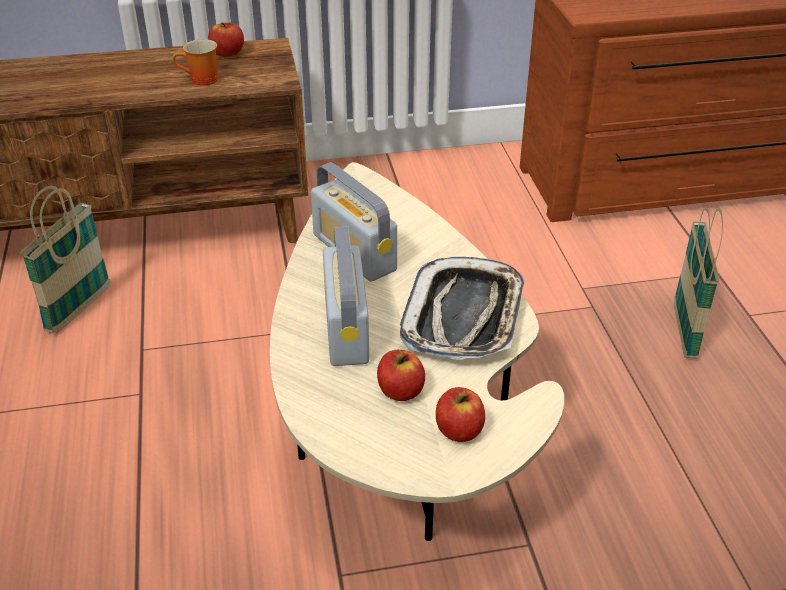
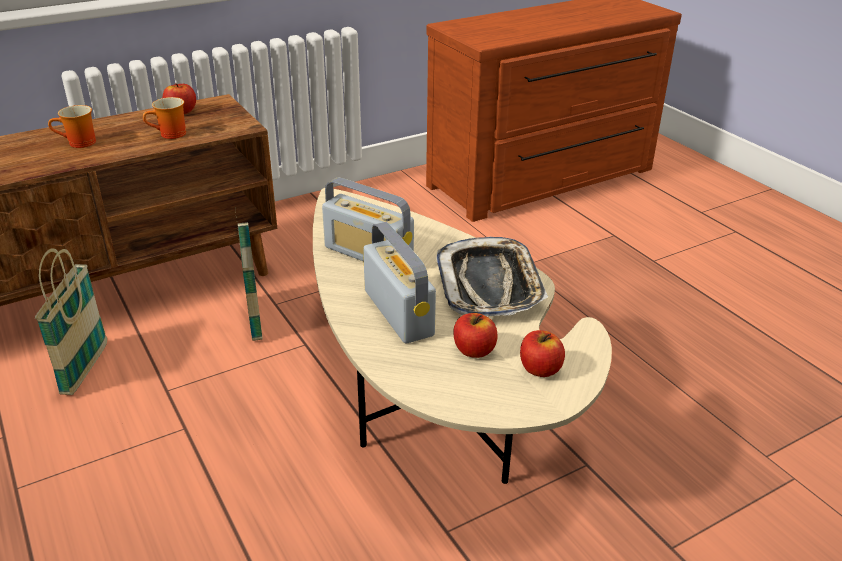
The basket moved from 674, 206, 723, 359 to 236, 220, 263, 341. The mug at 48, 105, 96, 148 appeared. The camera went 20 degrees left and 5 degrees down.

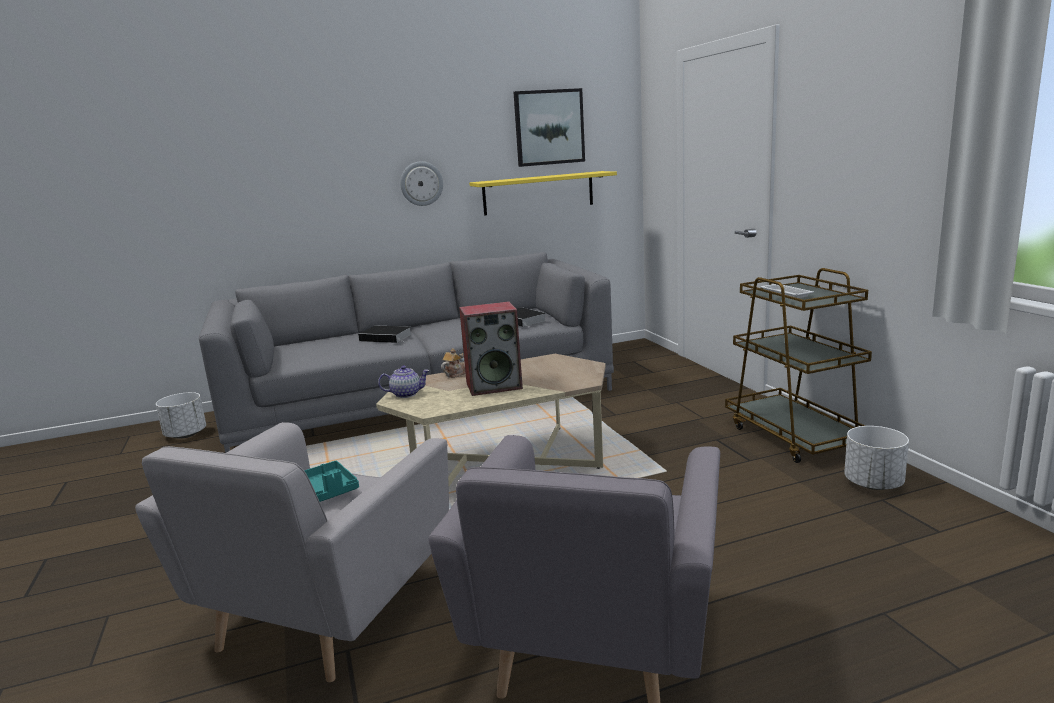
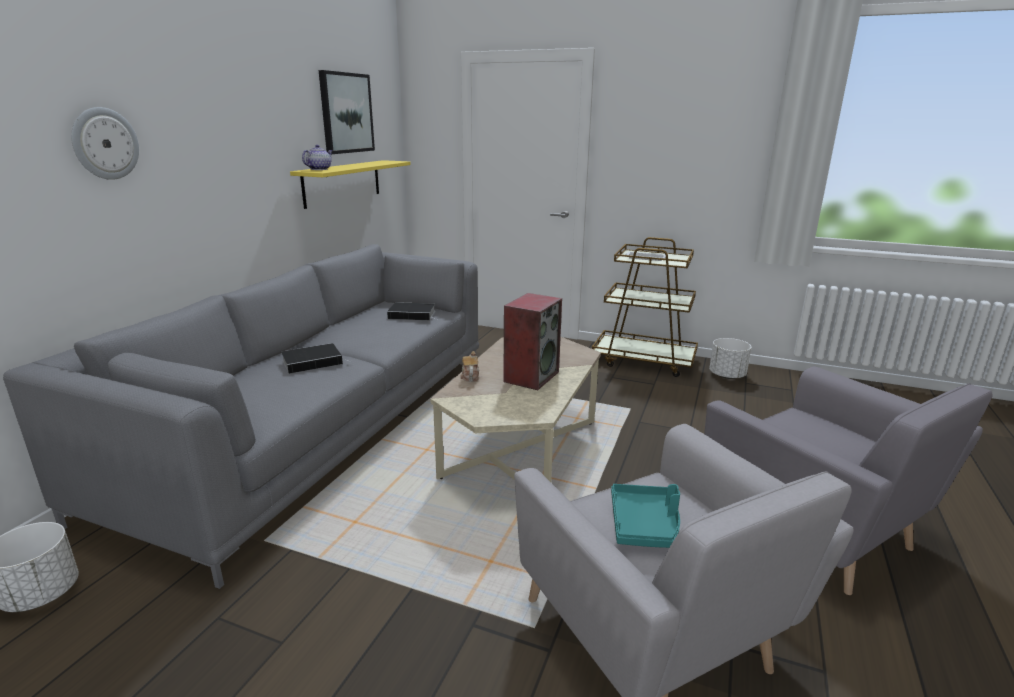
The teapot moved from 378, 365, 430, 398 to 302, 145, 333, 170. The wall clock moved from 400, 161, 443, 206 to 71, 107, 139, 180. The camera went 50 degrees left and 5 degrees up.

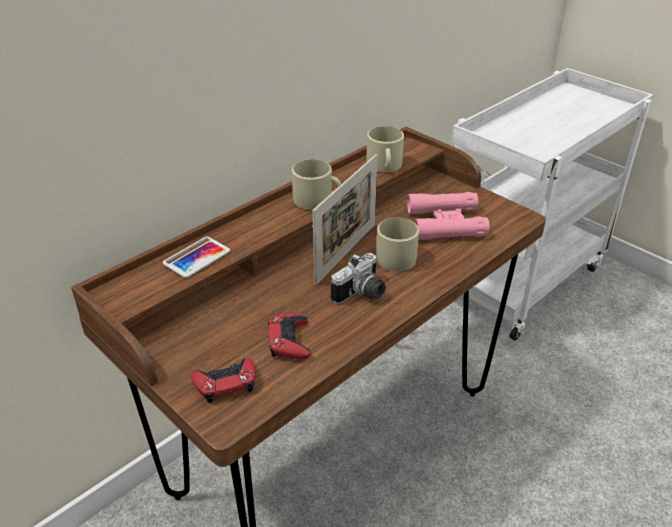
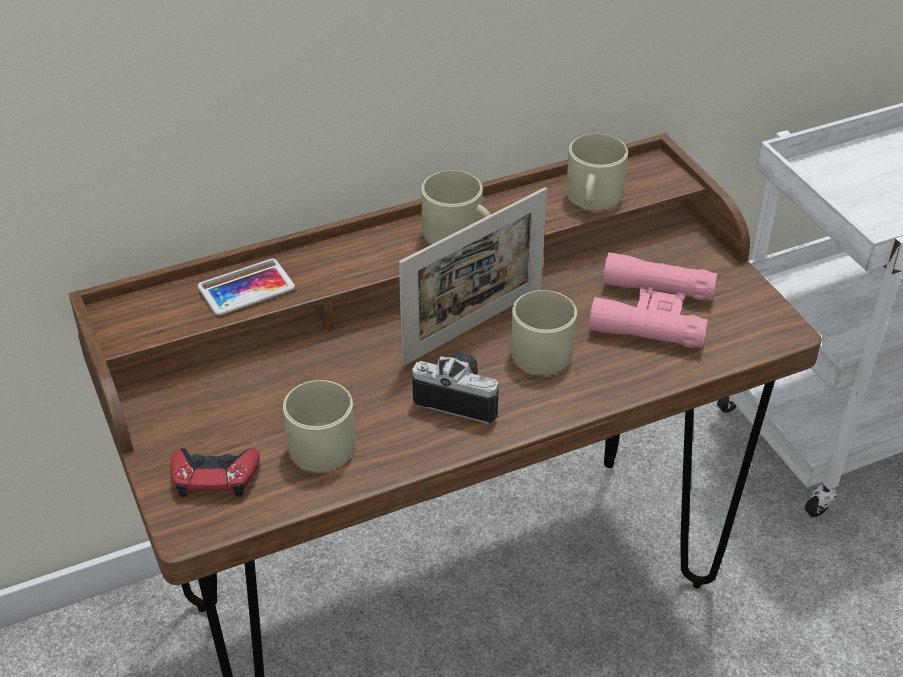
The game controller in red at 268, 313, 311, 360 was replaced by the mug in beige at 283, 380, 355, 471. The photo camera at 331, 253, 385, 304 turned 135 degrees counterclockwise. The camera went 20 degrees right and 5 degrees up.

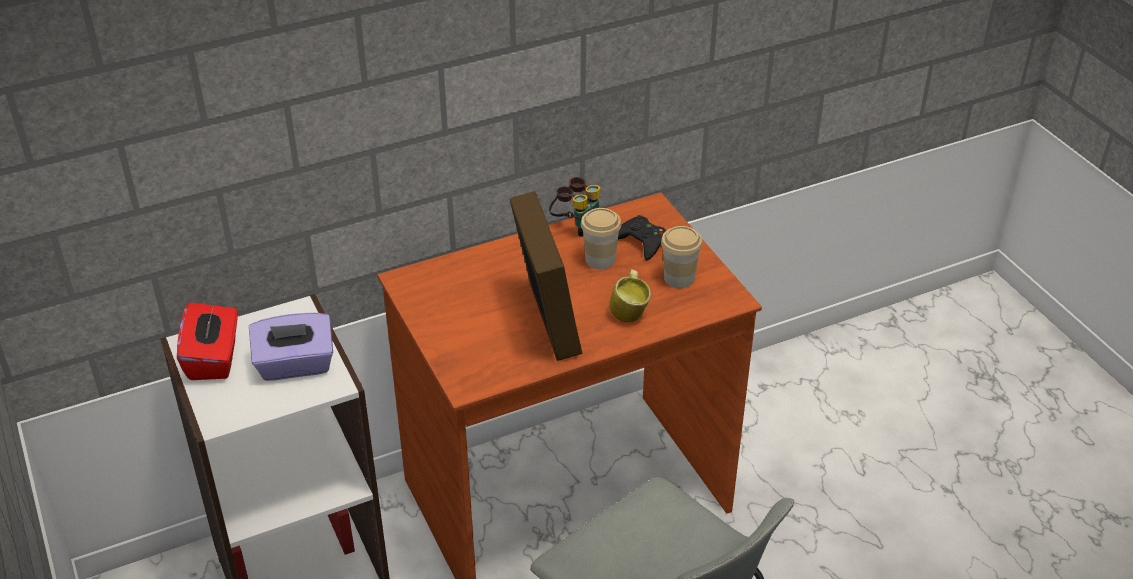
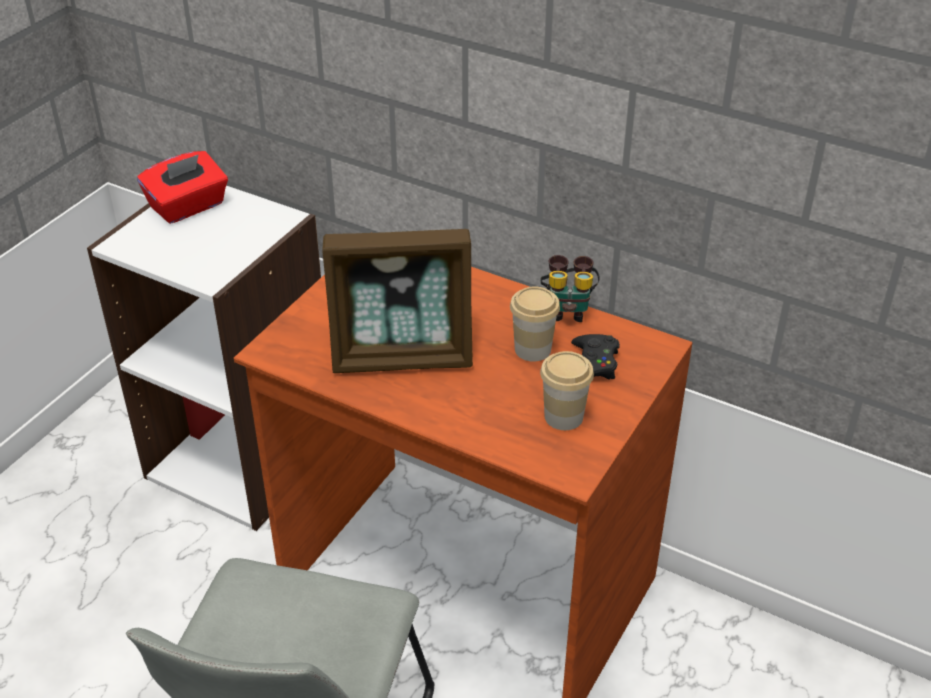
The tissue box in purple at 249, 313, 333, 381 disappeared. The picture frame at 510, 191, 582, 361 turned 45 degrees clockwise. The mug at 609, 269, 651, 322 disappeared. The camera went 55 degrees right and 0 degrees up.

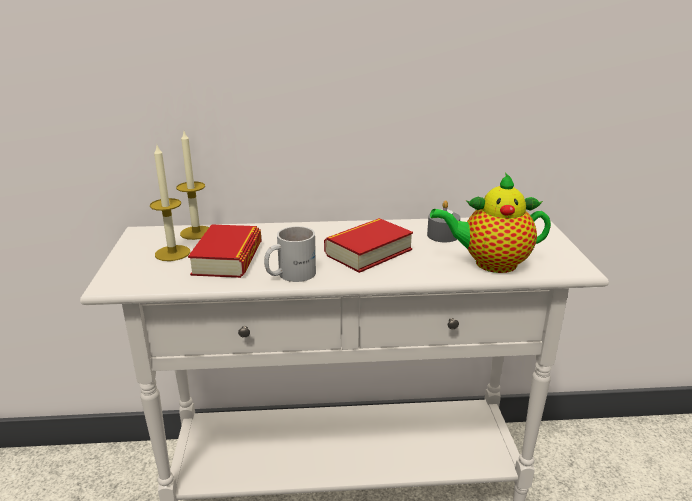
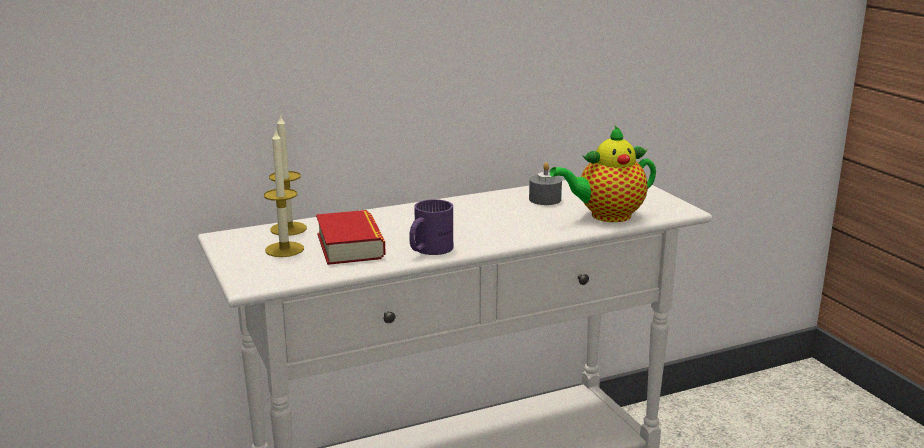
The mug in white at 264, 226, 316, 282 became the mug in purple at 409, 199, 453, 255. The book at 324, 218, 413, 273 disappeared. The camera went 20 degrees left and 5 degrees down.

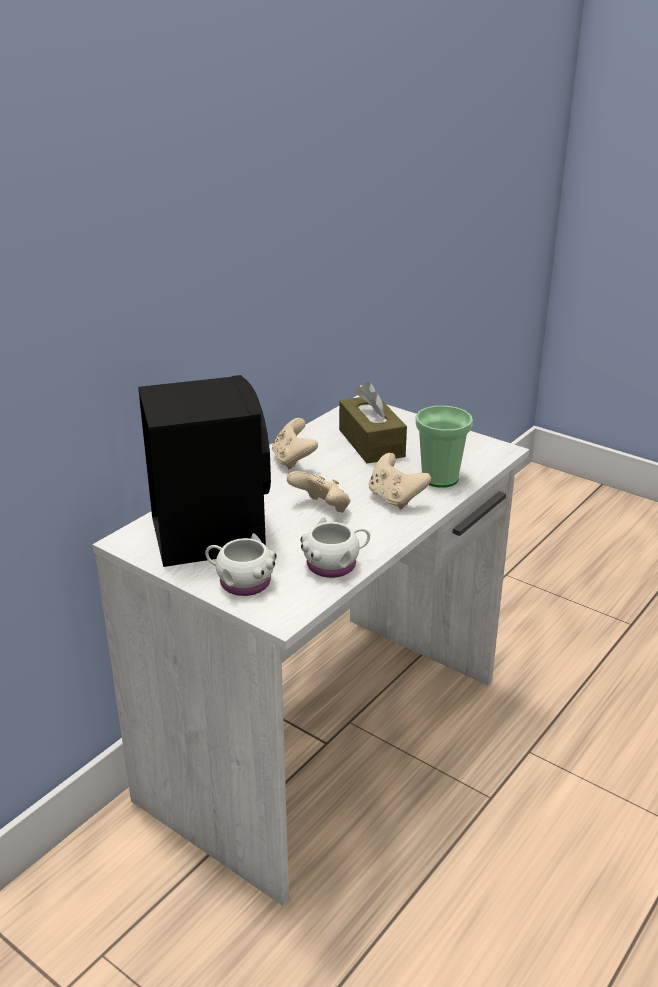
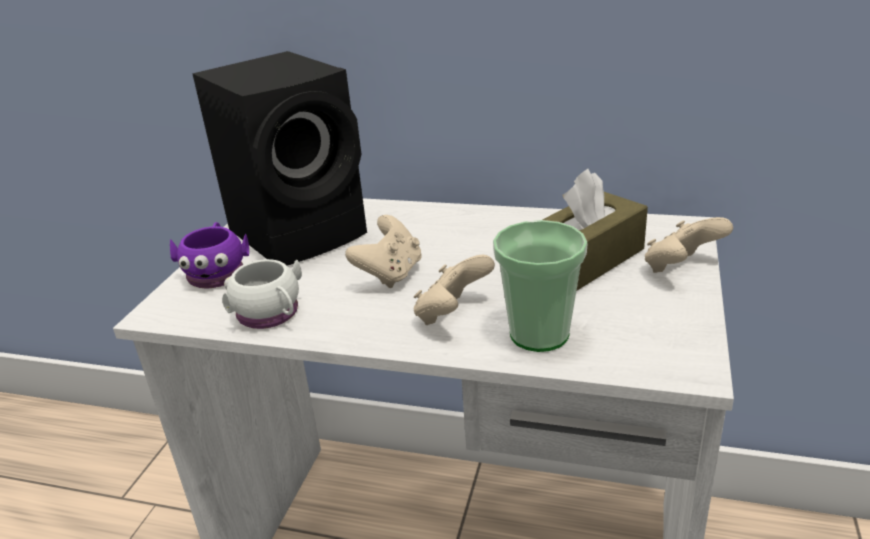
The mug in white at 205, 533, 277, 596 became the mug in purple at 170, 222, 249, 288. The game controller in beige moved from 272, 418, 318, 470 to 645, 217, 733, 273. The camera went 70 degrees right and 0 degrees up.

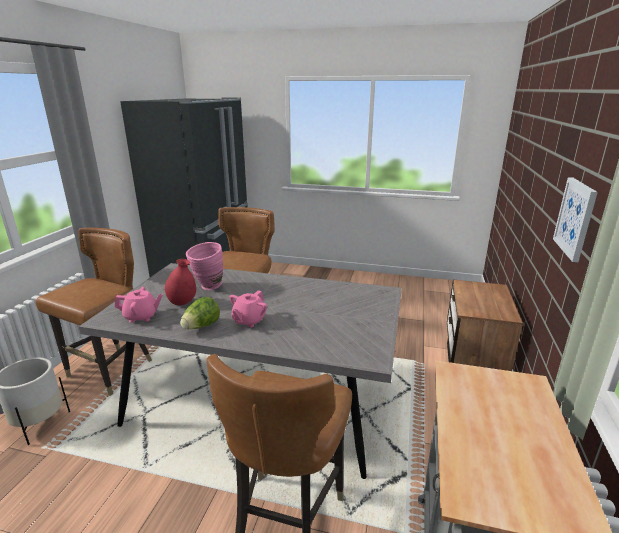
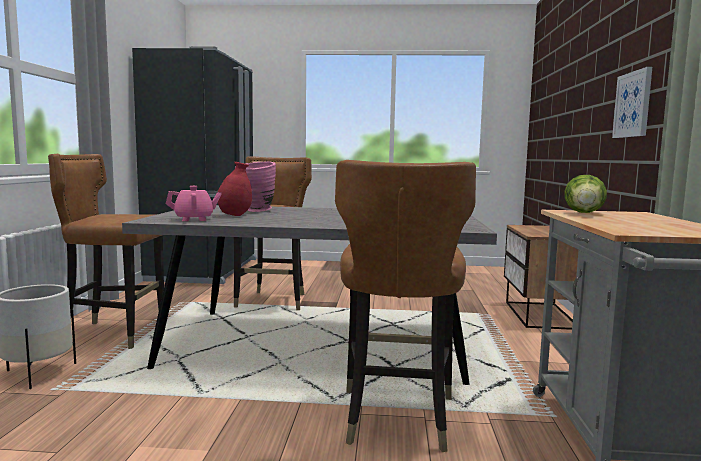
The chair in brown at 36, 228, 152, 396 turned 105 degrees counterclockwise. The lettuce moved from 180, 297, 220, 329 to 564, 175, 607, 213. The teapot in pink at 229, 290, 267, 328 disappeared. The camera went 10 degrees left and 15 degrees down.

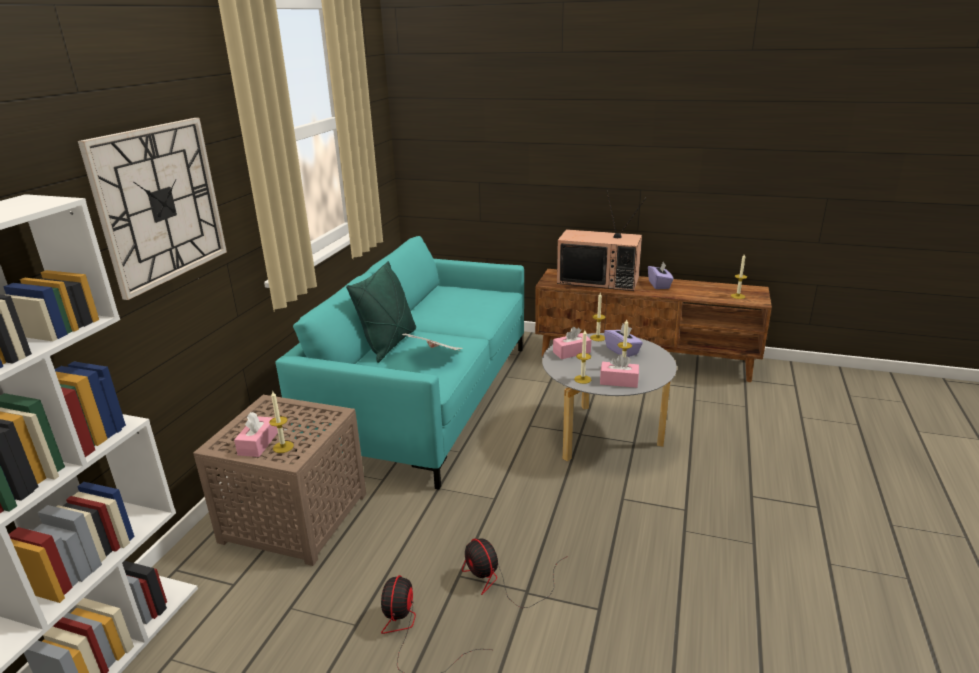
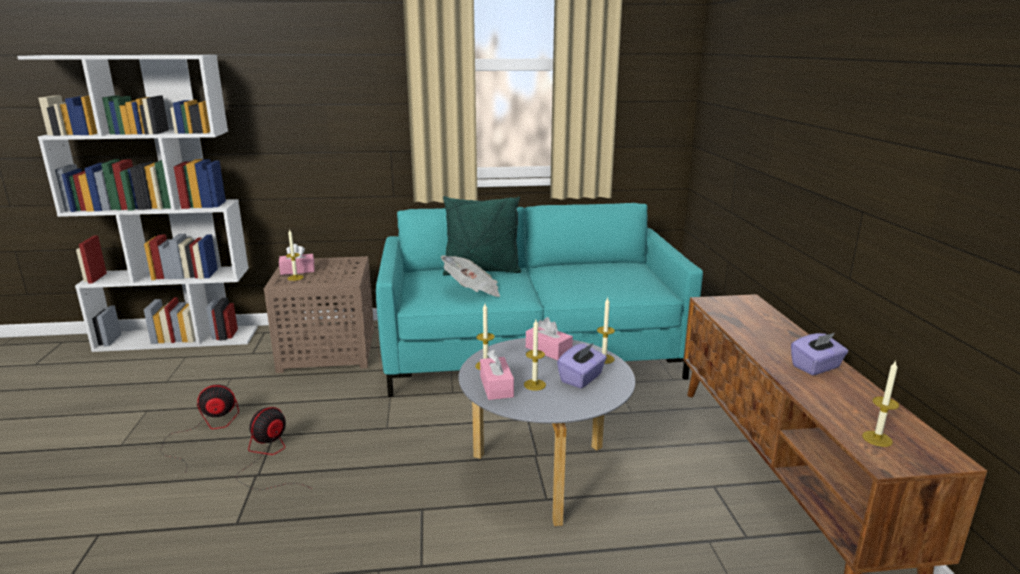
The wall clock at 78, 118, 227, 300 disappeared. The television at 557, 190, 646, 291 disappeared. The camera went 65 degrees right and 5 degrees down.

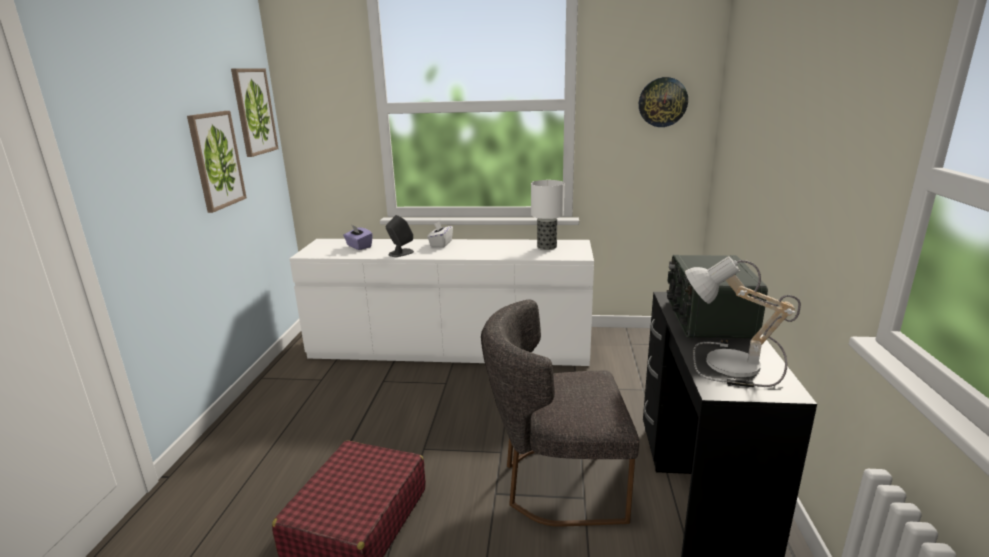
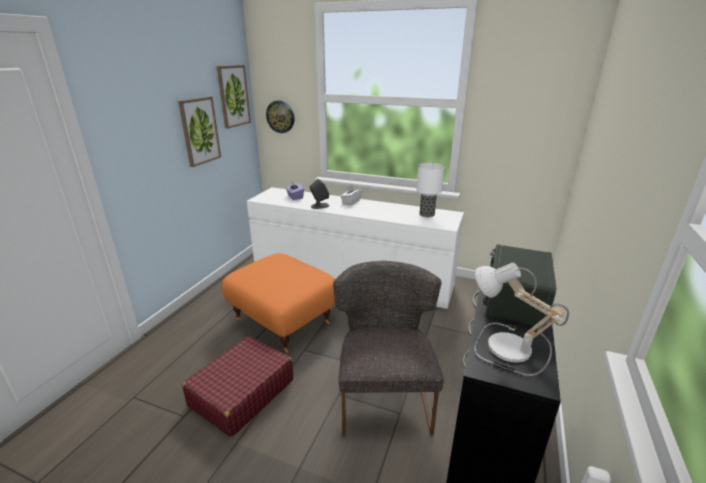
The chair in grey at 481, 299, 639, 527 turned 75 degrees clockwise. The wall clock moved from 639, 77, 688, 127 to 266, 100, 294, 133. The ottoman in orange at 222, 253, 335, 353 appeared. The camera went 15 degrees right and 5 degrees up.

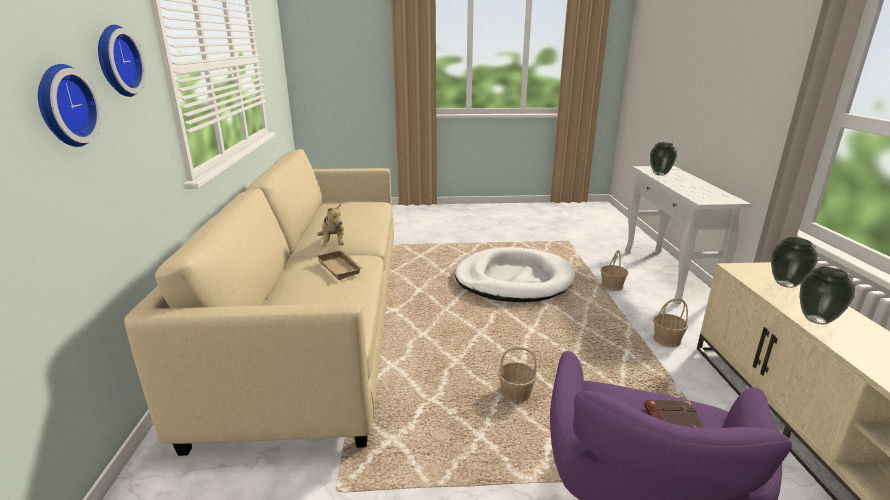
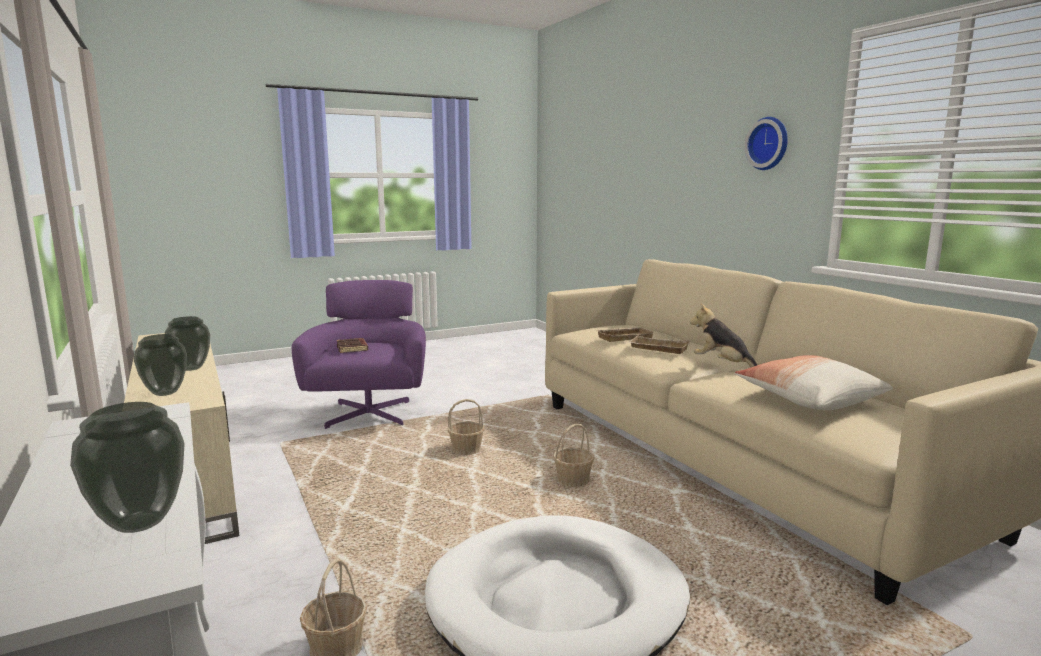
The wall clock at 38, 64, 102, 147 disappeared. The basket moved from 653, 298, 688, 347 to 553, 424, 595, 487. The tray in beige at 596, 327, 653, 342 appeared. The pillow at 735, 355, 893, 410 appeared. The camera went 155 degrees right and 10 degrees down.

